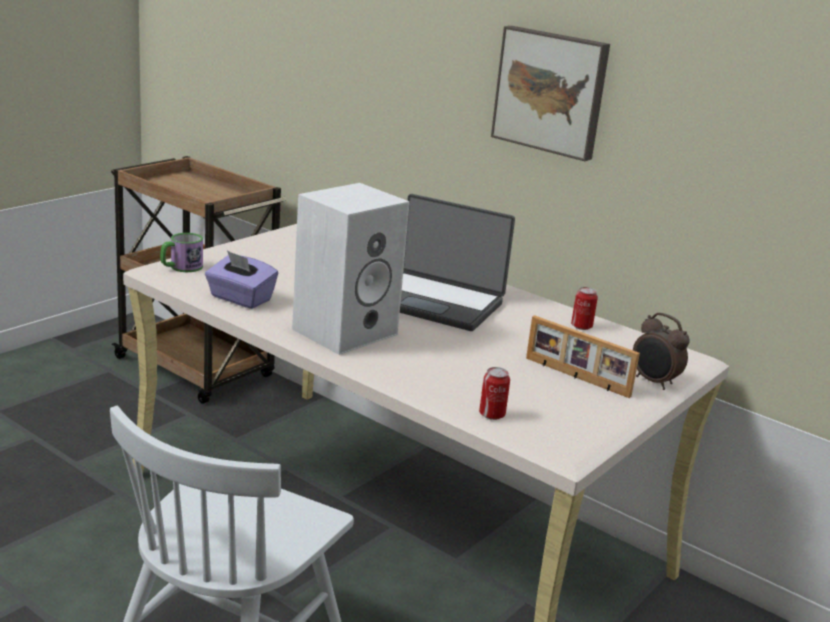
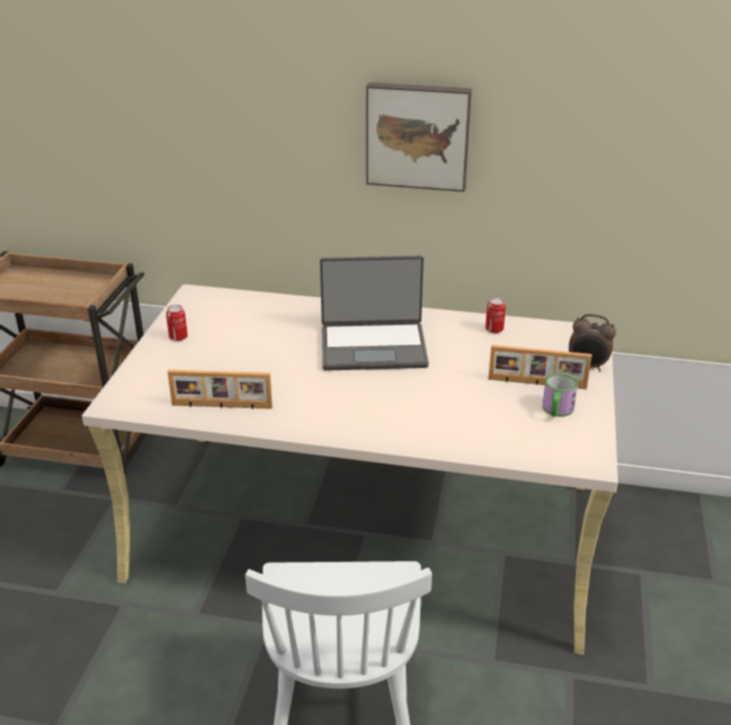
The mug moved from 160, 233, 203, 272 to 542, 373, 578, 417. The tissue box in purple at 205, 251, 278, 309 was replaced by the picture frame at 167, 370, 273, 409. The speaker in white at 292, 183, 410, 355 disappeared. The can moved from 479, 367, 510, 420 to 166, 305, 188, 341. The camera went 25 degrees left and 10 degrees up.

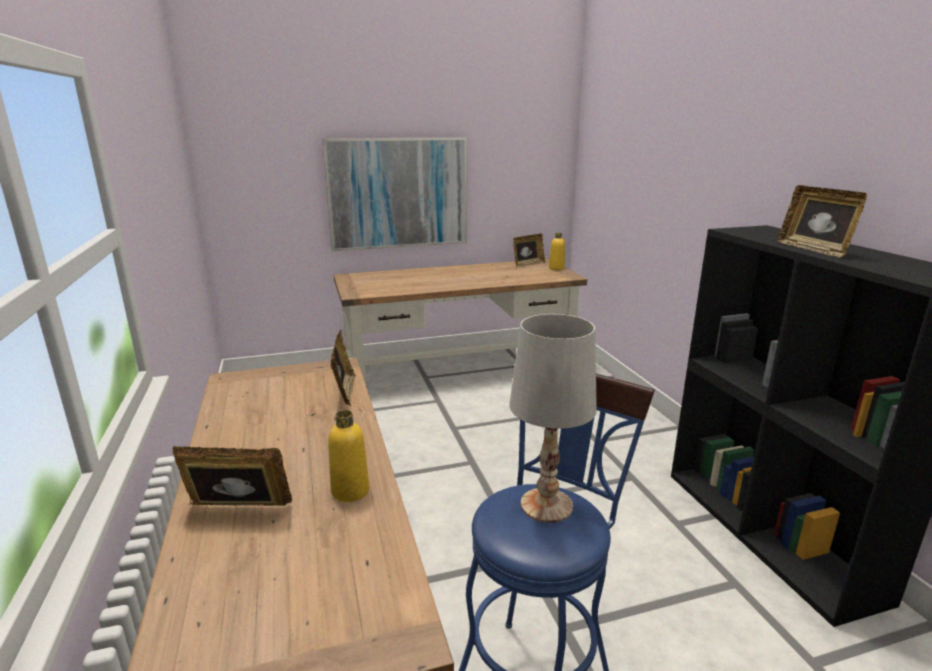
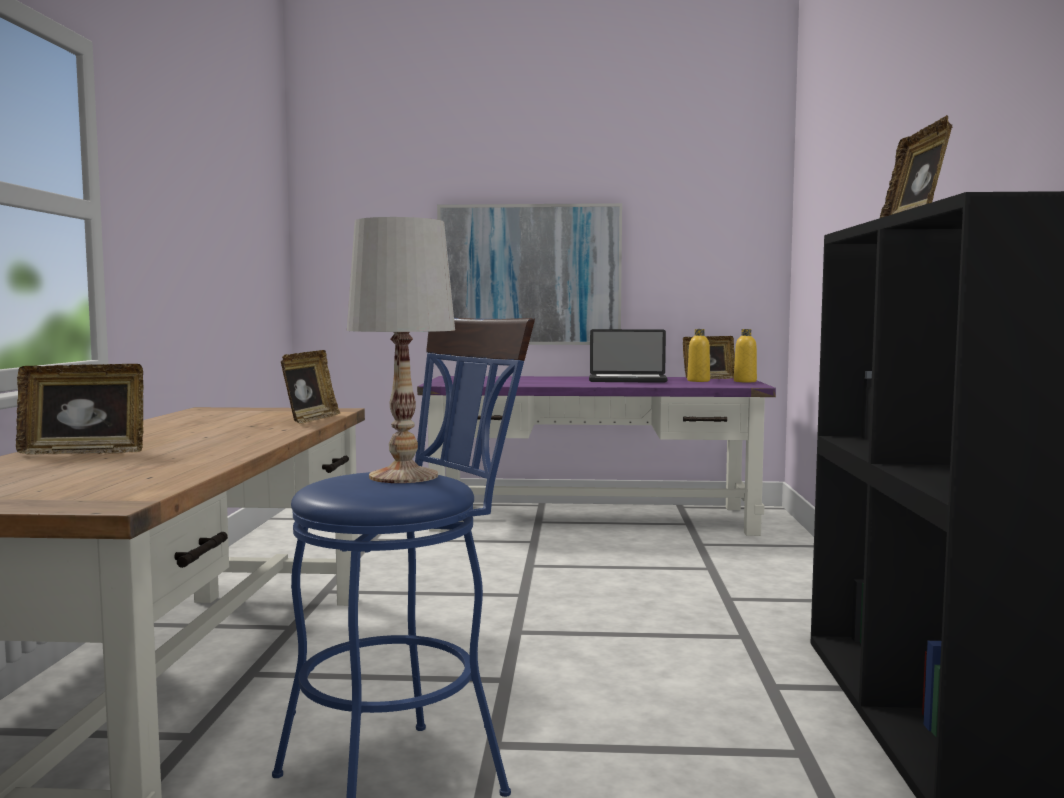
The picture frame at 173, 446, 292, 506 turned 150 degrees clockwise. The bottle in yellow moved from 328, 410, 369, 502 to 687, 329, 710, 382. The desk in brown at 333, 259, 587, 384 became the desk in purple at 417, 376, 776, 536. The laptop at 589, 329, 668, 383 appeared. The camera went 20 degrees right and 15 degrees down.

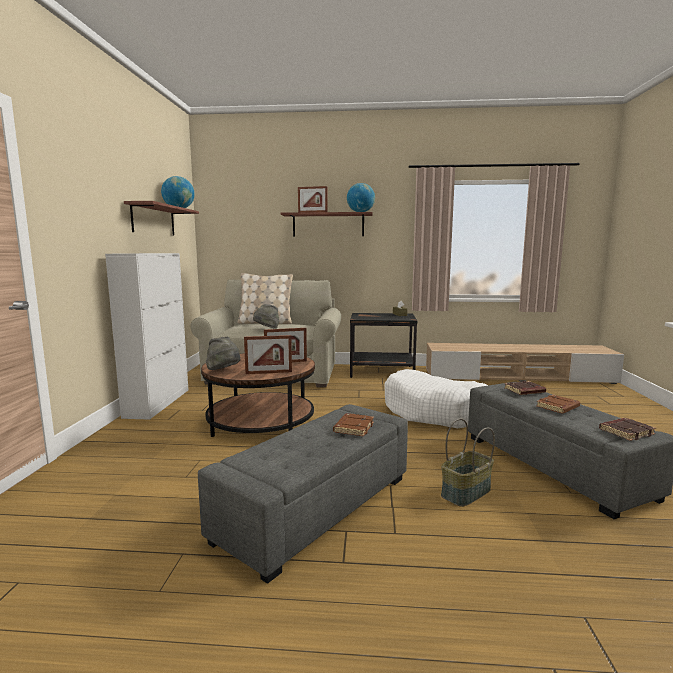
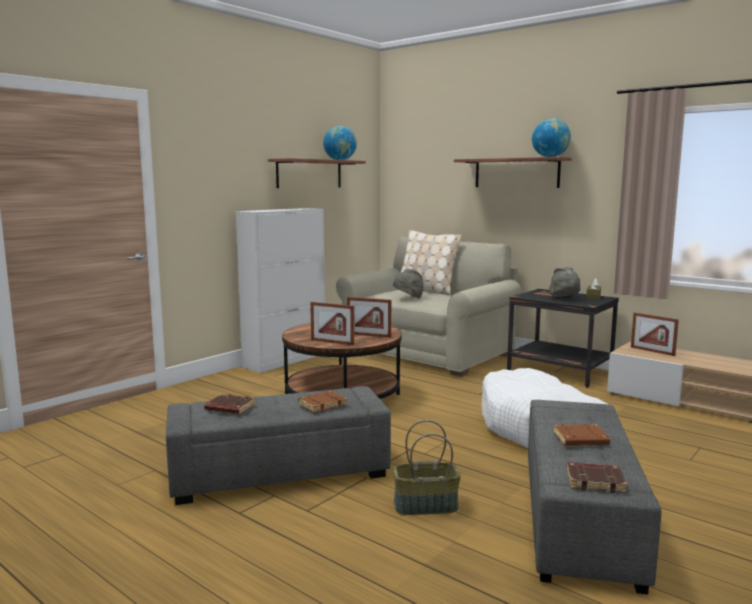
The hat in grey moved from 206, 337, 240, 370 to 549, 267, 580, 297. The picture frame moved from 298, 186, 328, 212 to 631, 312, 679, 356. The book in brown moved from 504, 381, 546, 395 to 204, 394, 256, 414. The camera went 35 degrees right and 0 degrees up.

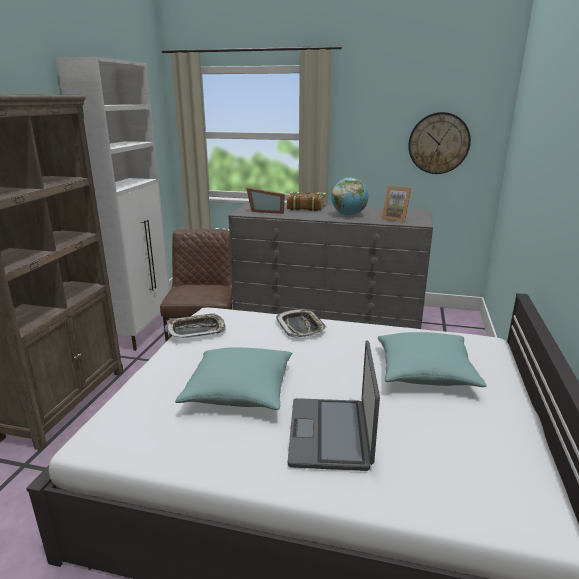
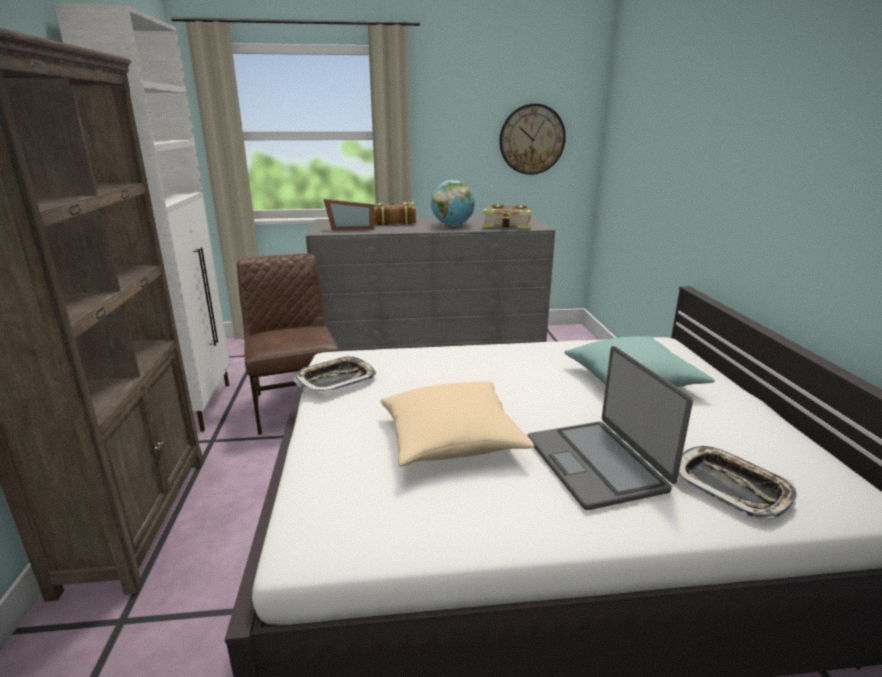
The pillow in turquoise at 175, 348, 292, 410 became the pillow in beige at 380, 381, 534, 466. The tray moved from 276, 309, 327, 338 to 678, 446, 798, 520. The picture frame at 382, 186, 411, 222 was replaced by the book at 482, 204, 531, 229. The camera went 20 degrees left and 0 degrees up.

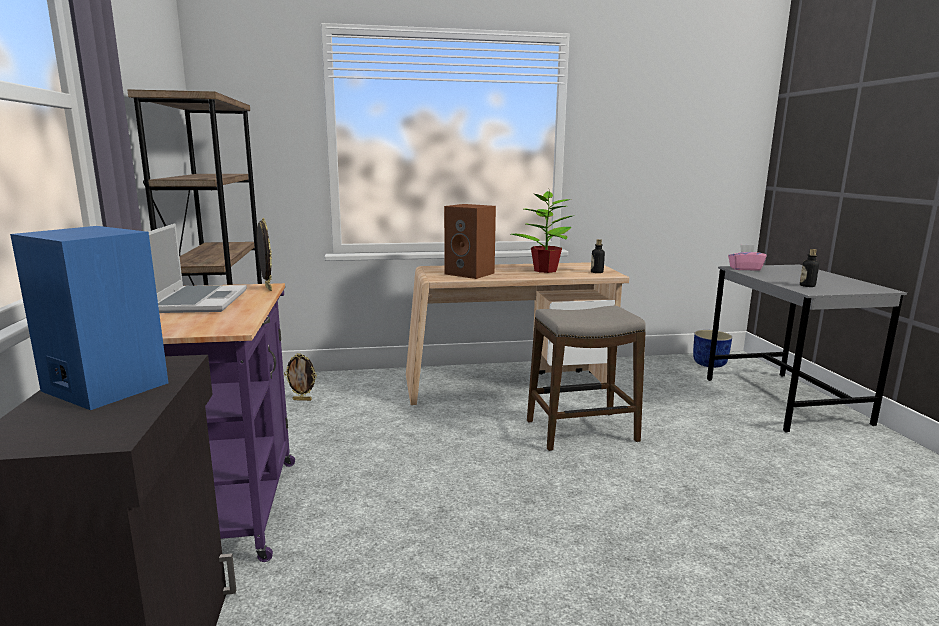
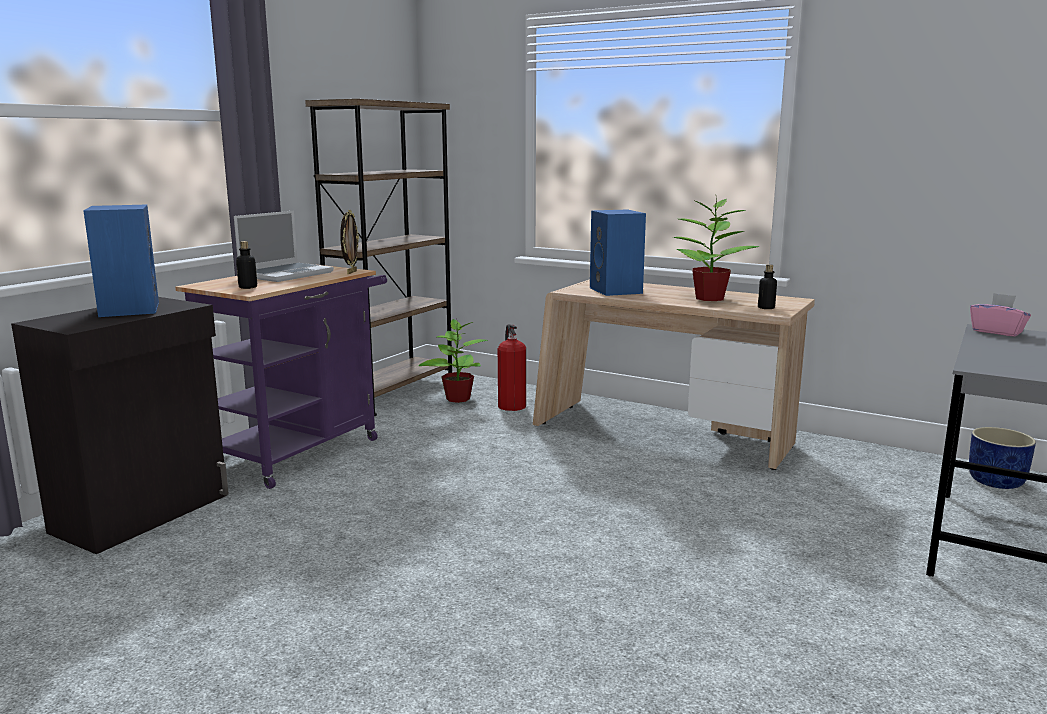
The picture frame at 284, 353, 317, 401 was replaced by the potted plant at 418, 319, 488, 403. The speaker in brown at 444, 204, 496, 279 became the speaker in blue at 590, 210, 646, 296. The stool at 527, 306, 646, 451 disappeared. The bottle moved from 800, 249, 819, 287 to 236, 241, 257, 289. The fire extinguisher at 498, 324, 526, 411 appeared. The camera went 40 degrees right and 0 degrees up.

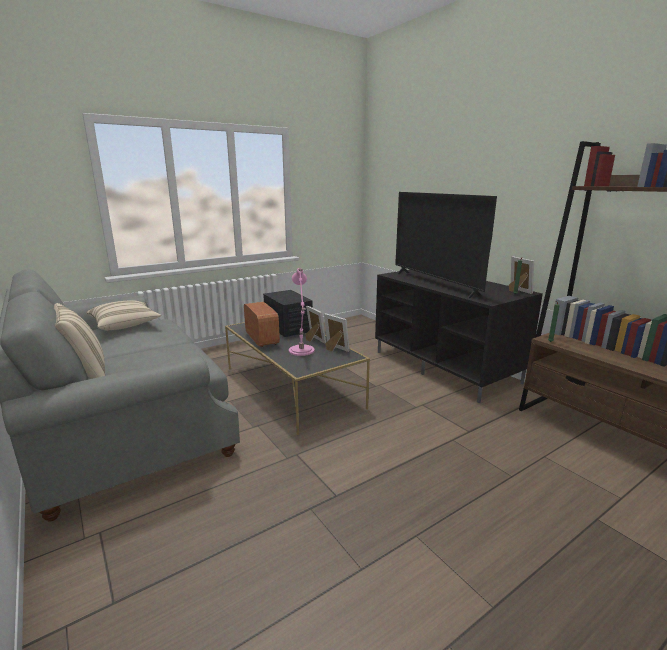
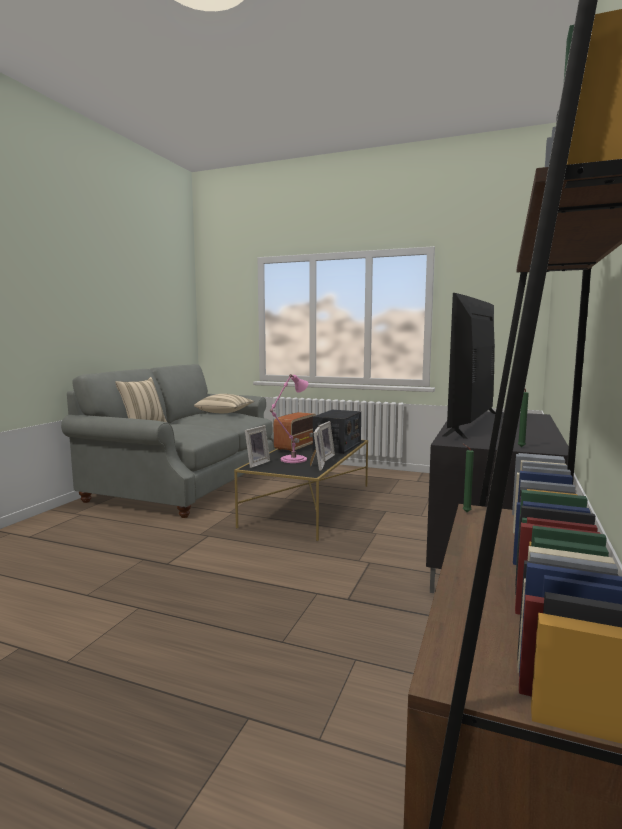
The picture frame moved from 509, 256, 534, 294 to 245, 425, 270, 468. The camera went 55 degrees right and 10 degrees down.

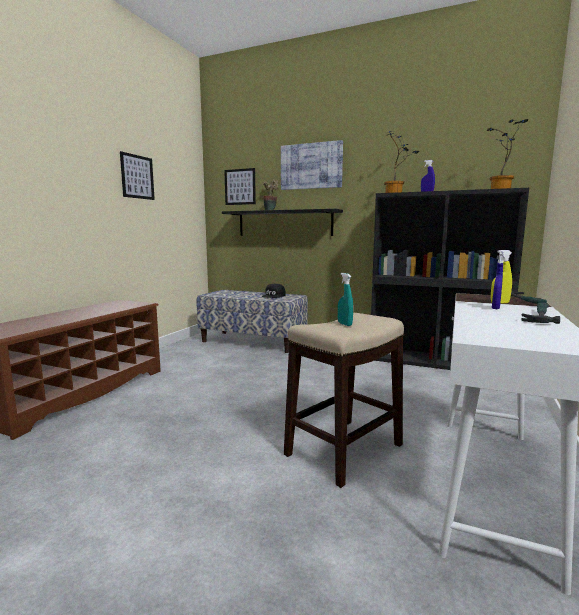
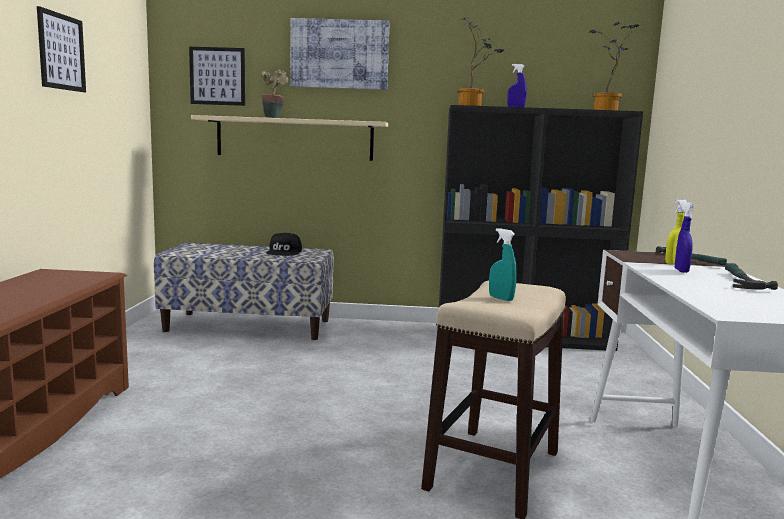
The shelf in black at 222, 209, 343, 236 became the shelf in beige at 191, 115, 388, 161. The camera went 20 degrees left and 0 degrees up.

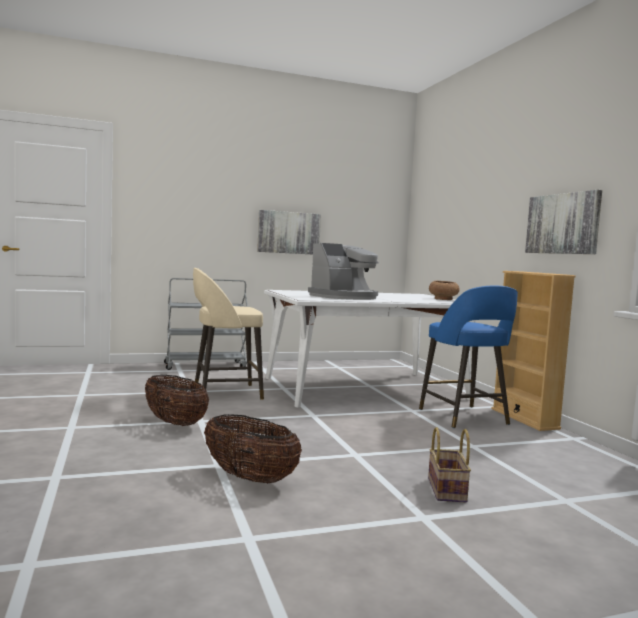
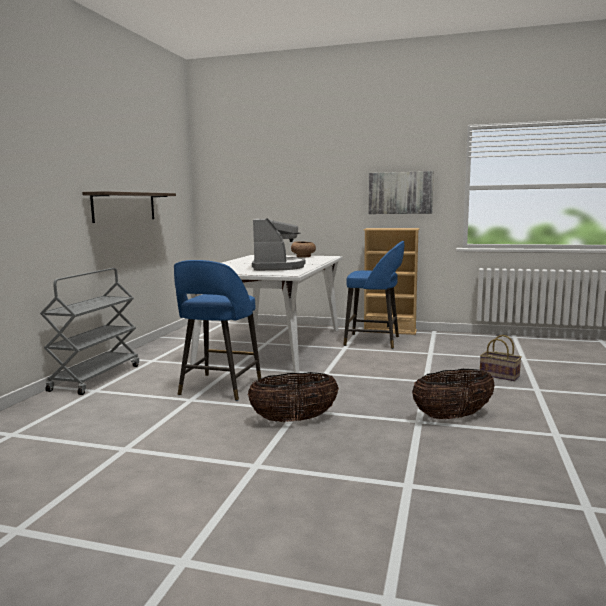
The stool in beige at 193, 268, 264, 400 became the stool in blue at 174, 260, 261, 401. The picture at 257, 210, 321, 255 was replaced by the shelf at 82, 191, 176, 223. The camera went 55 degrees left and 5 degrees up.

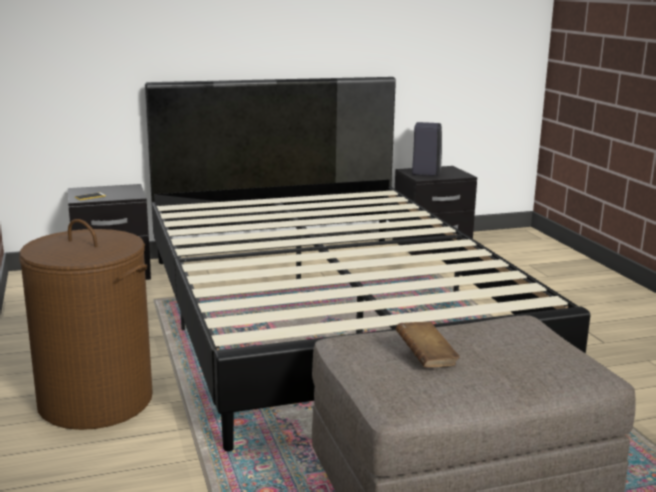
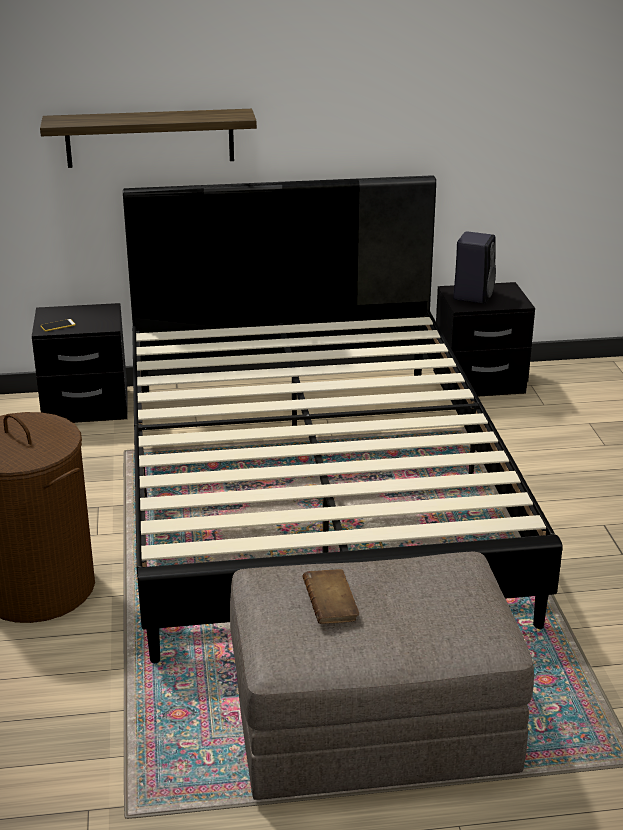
The shelf at 40, 109, 257, 168 appeared. The camera went 10 degrees right and 10 degrees up.

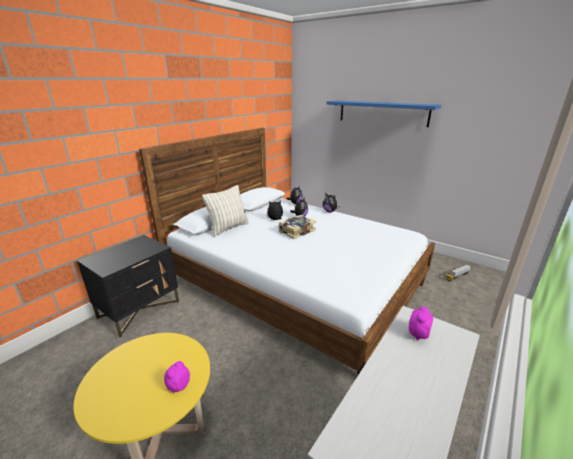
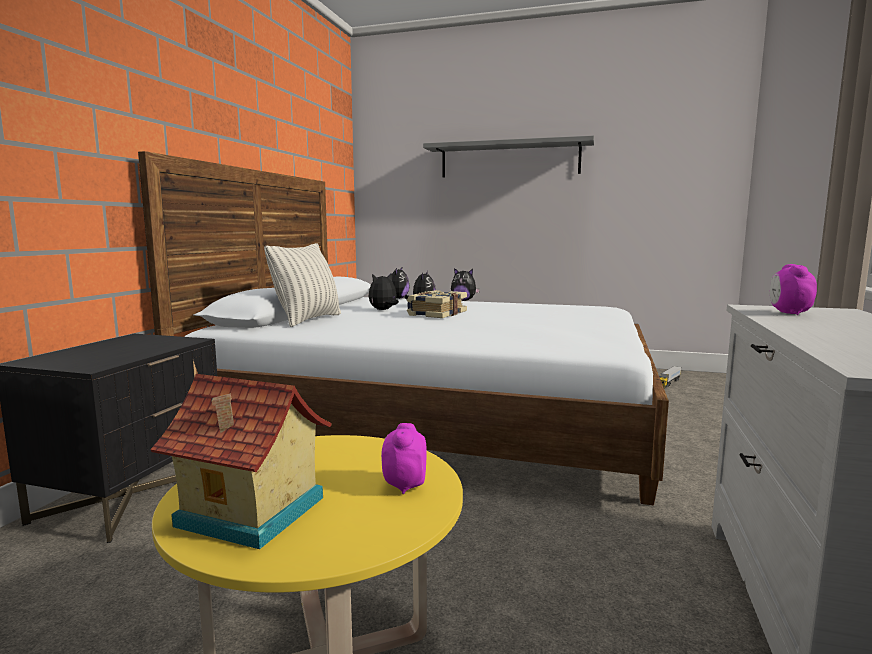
The shelf in blue at 326, 100, 441, 127 became the shelf in grey at 423, 135, 594, 177. The toy house at 150, 374, 332, 549 appeared. The camera went 20 degrees left and 15 degrees down.

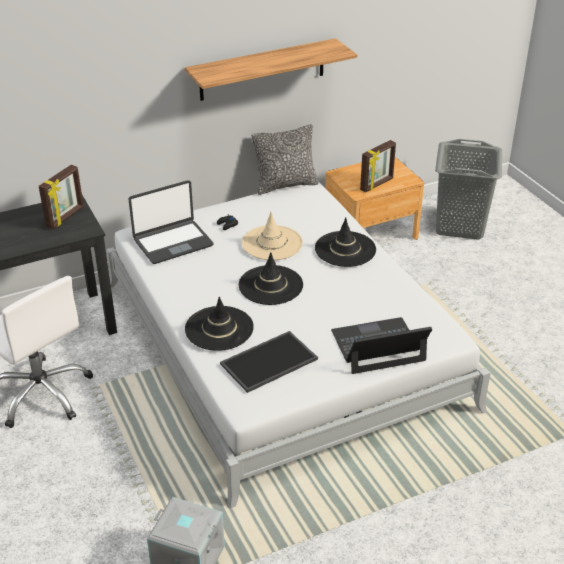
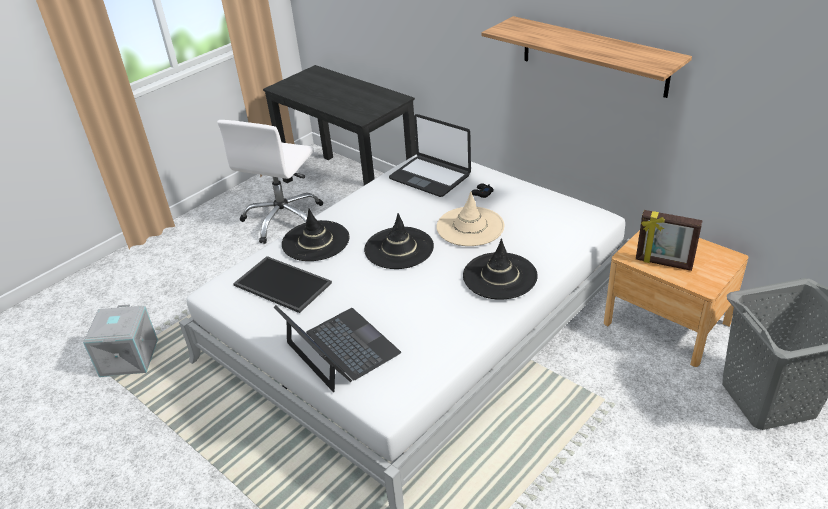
The picture frame at 39, 165, 84, 229 disappeared. The pillow at 252, 124, 319, 195 disappeared. The camera went 70 degrees right and 0 degrees up.

